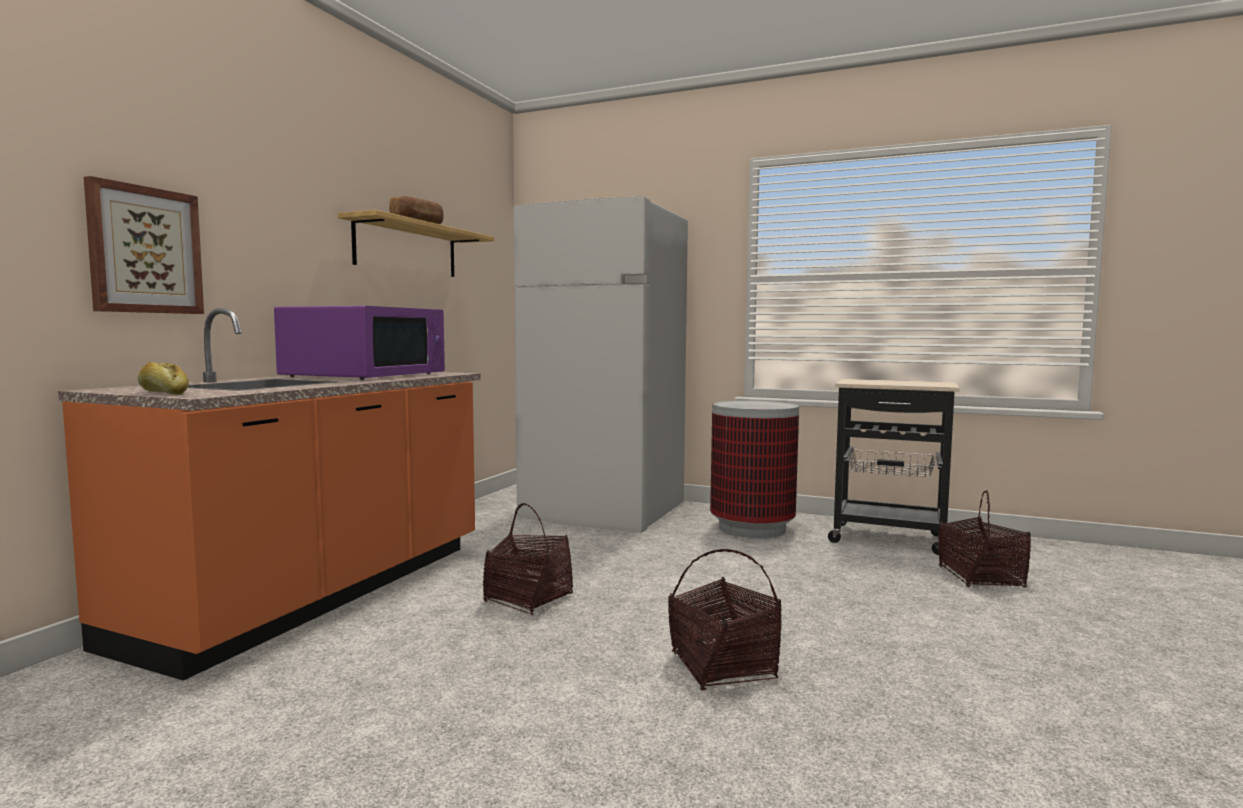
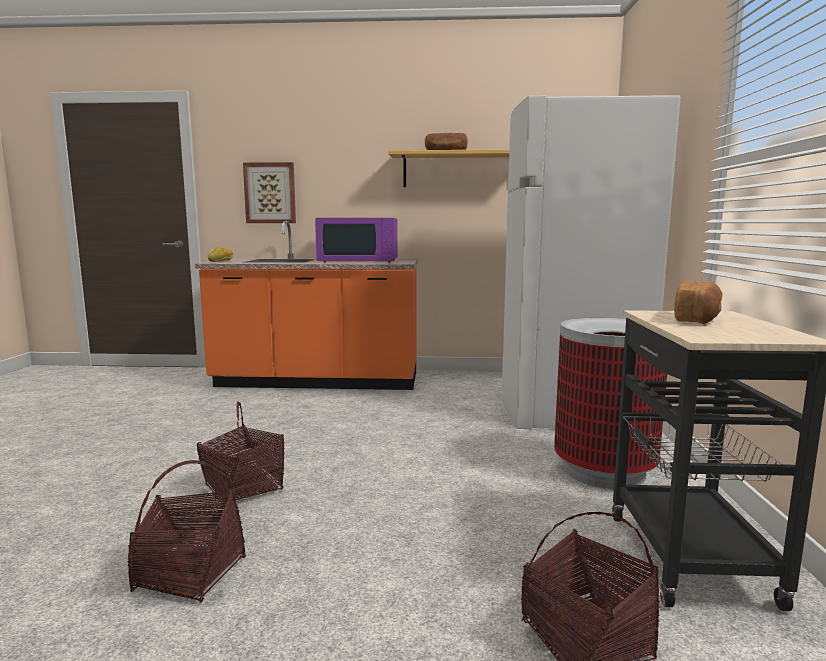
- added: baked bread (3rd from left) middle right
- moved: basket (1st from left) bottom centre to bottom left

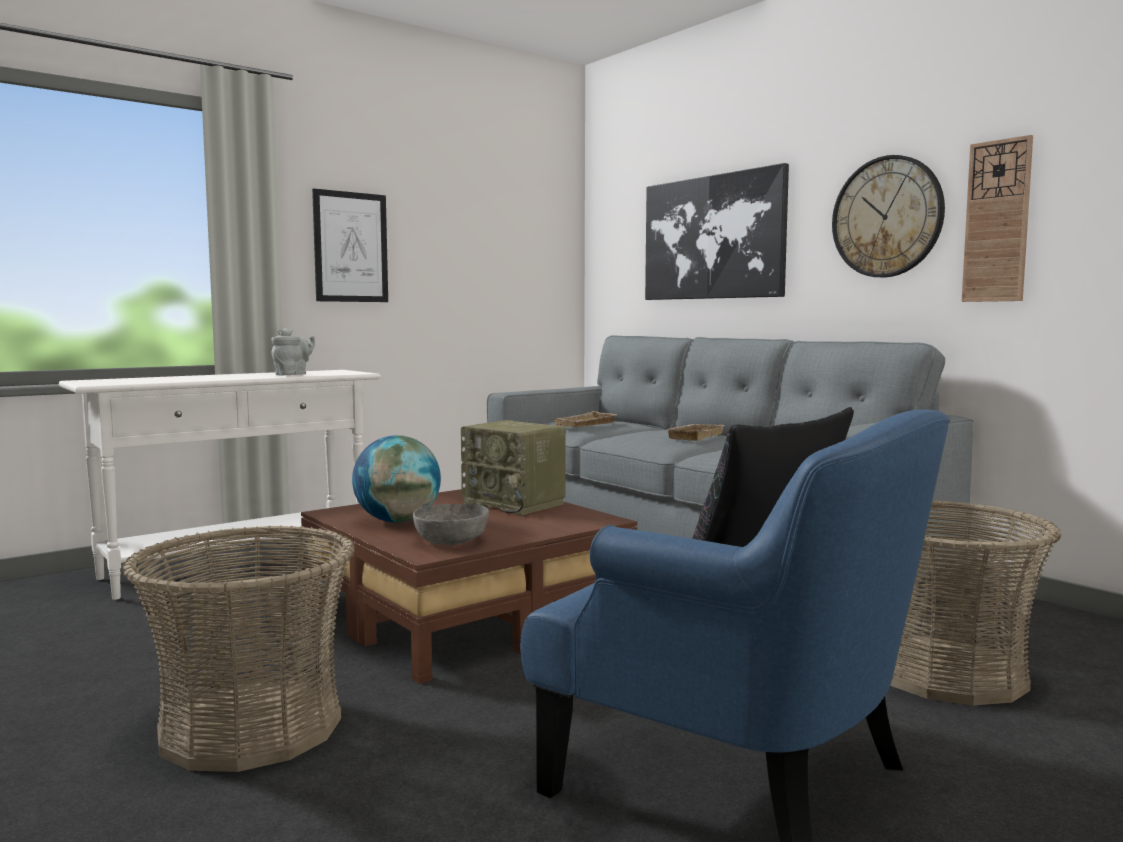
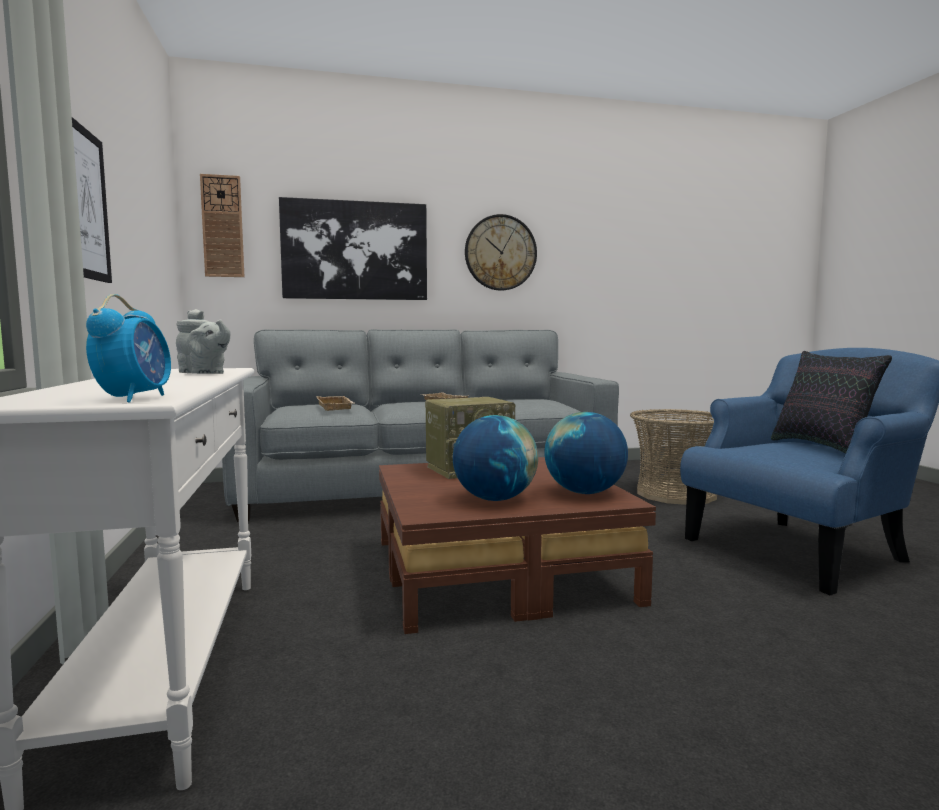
- removed: basket (1st from left) bottom left
- added: alarm clock middle left
- moved: hanging clock (2nd from left in the first image) top right to hanging clock (1st from left) top left
- replaced: gray serving bowl centre to globe (2nd from left) centre
- turned: gray teapot middle left = middle left 150 degrees clockwise

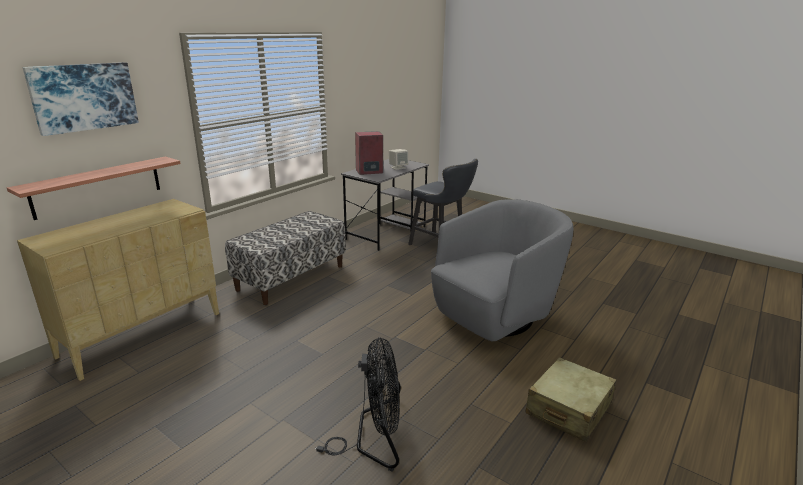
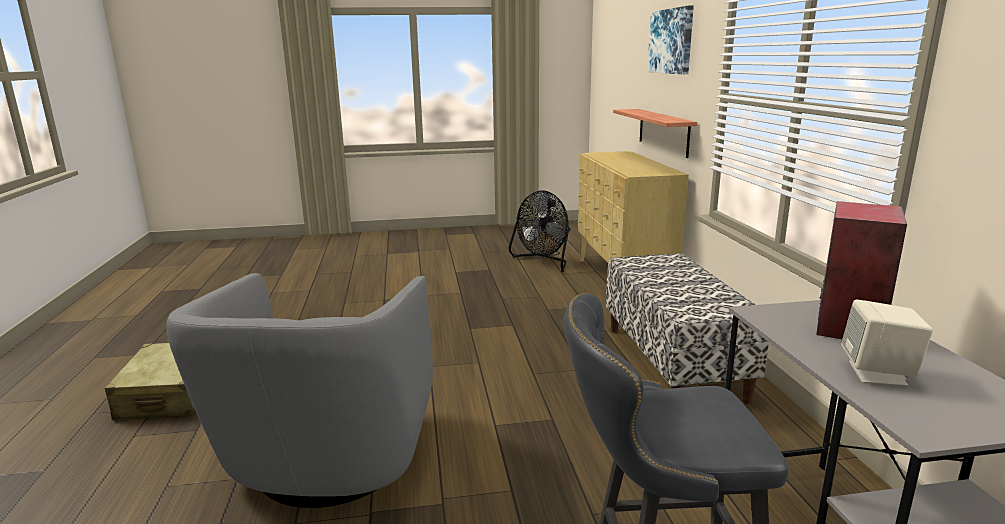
- moved: blackish fan bottom centre to centre

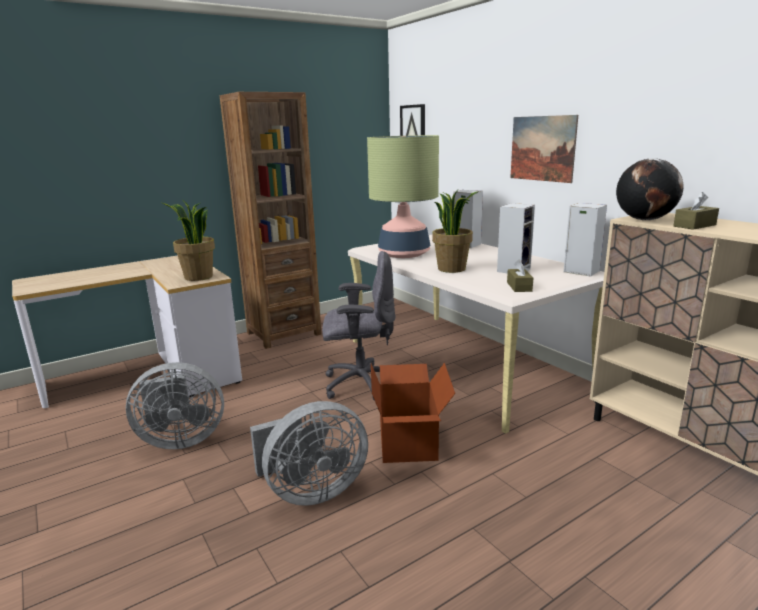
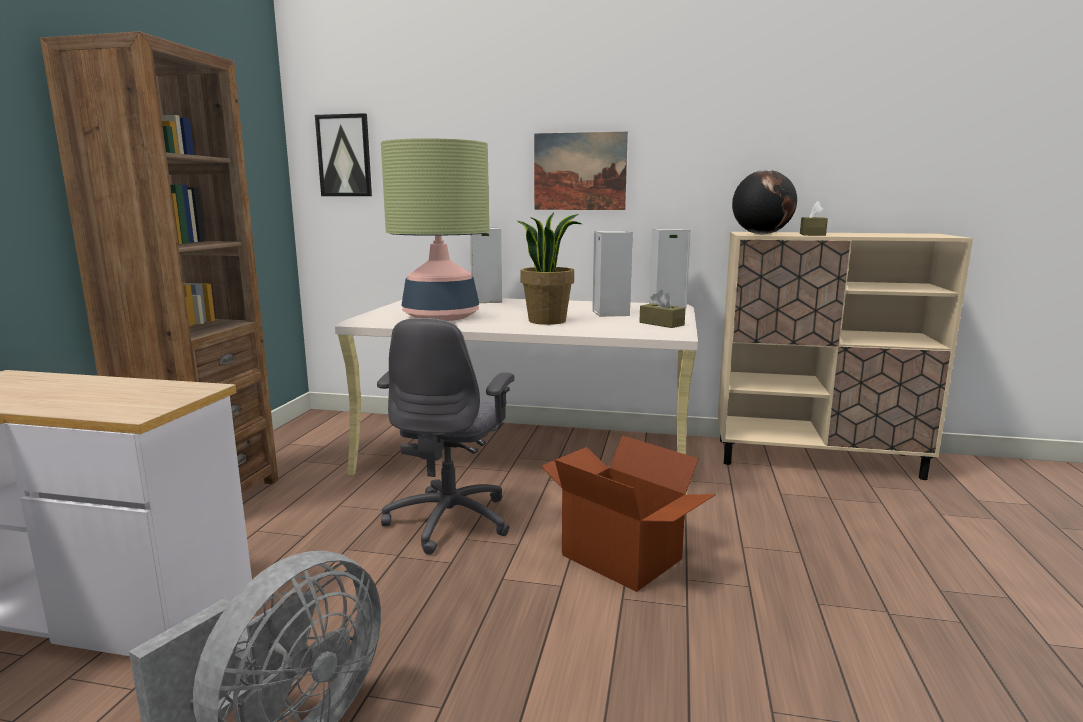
- removed: potted plant (1st from left) middle left
- removed: gray fan (2nd from left) bottom centre
- turned: gray desk chair centre = centre 150 degrees clockwise

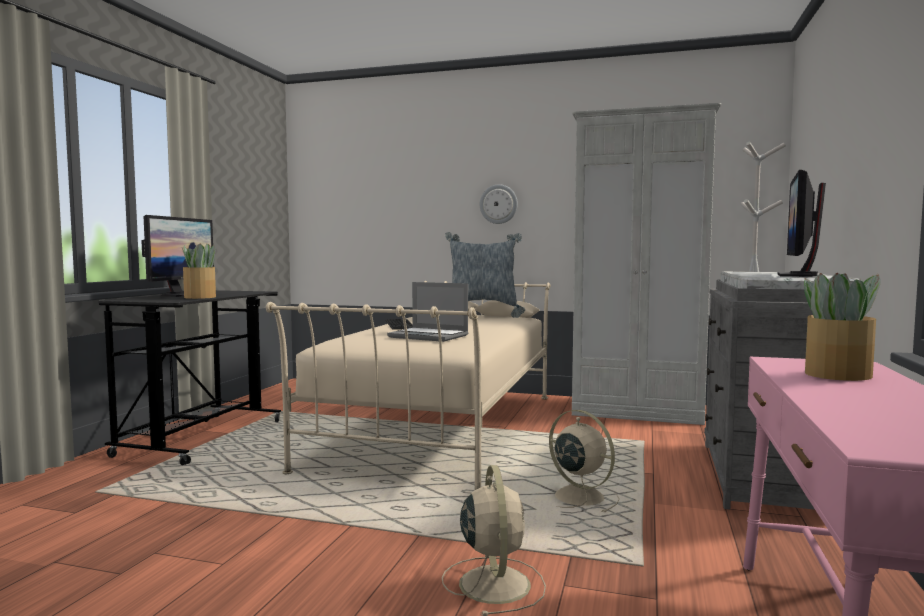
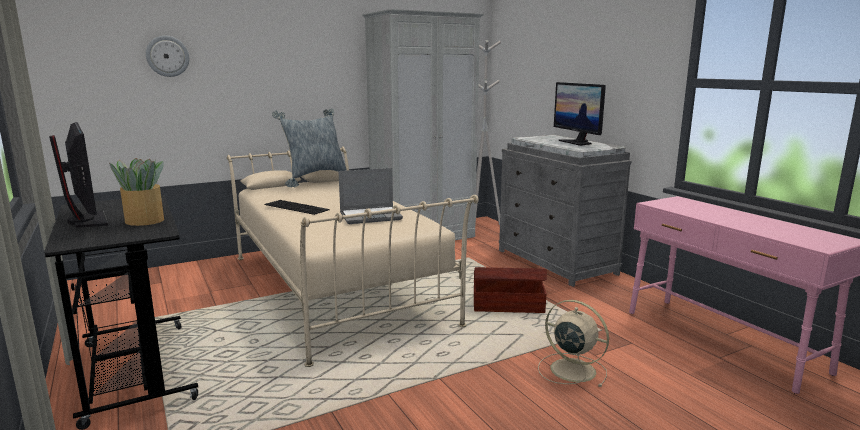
- removed: potted plant (2nd from left) middle right
- moved: hanging clock top centre to top left
- replaced: beige fan (2nd from left) bottom centre to brown-coloured storage container bottom centre

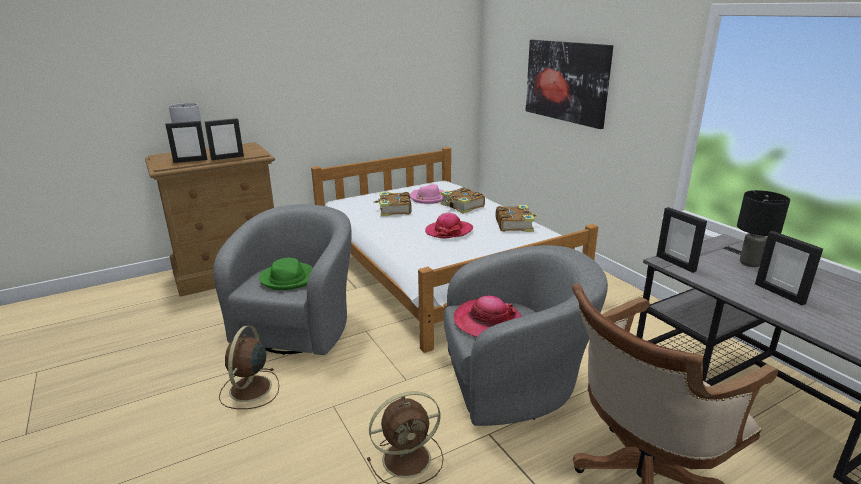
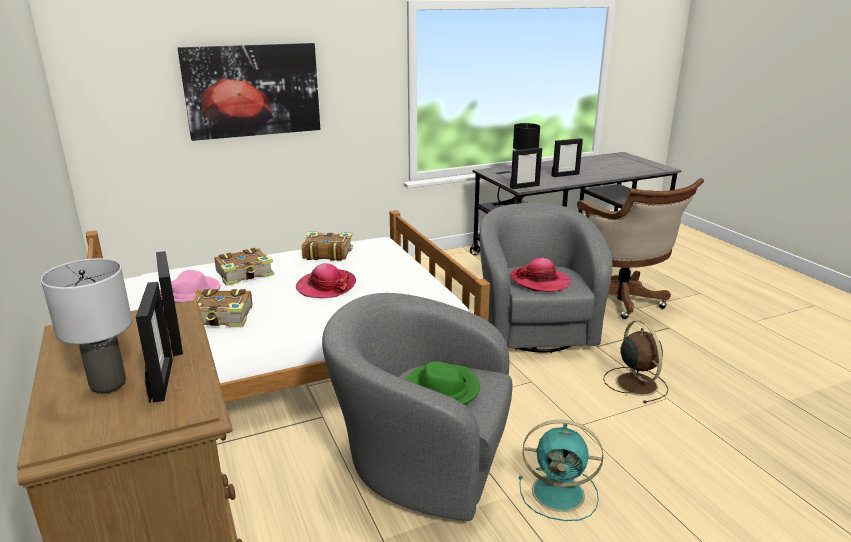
- recoloured: brown-coloured fan (1st from left) bottom left to turquoise-coloured fan bottom centre

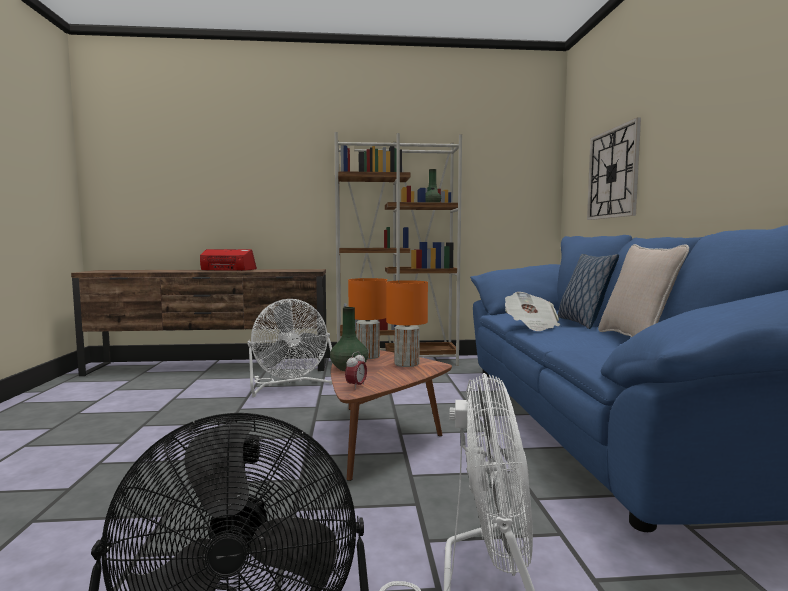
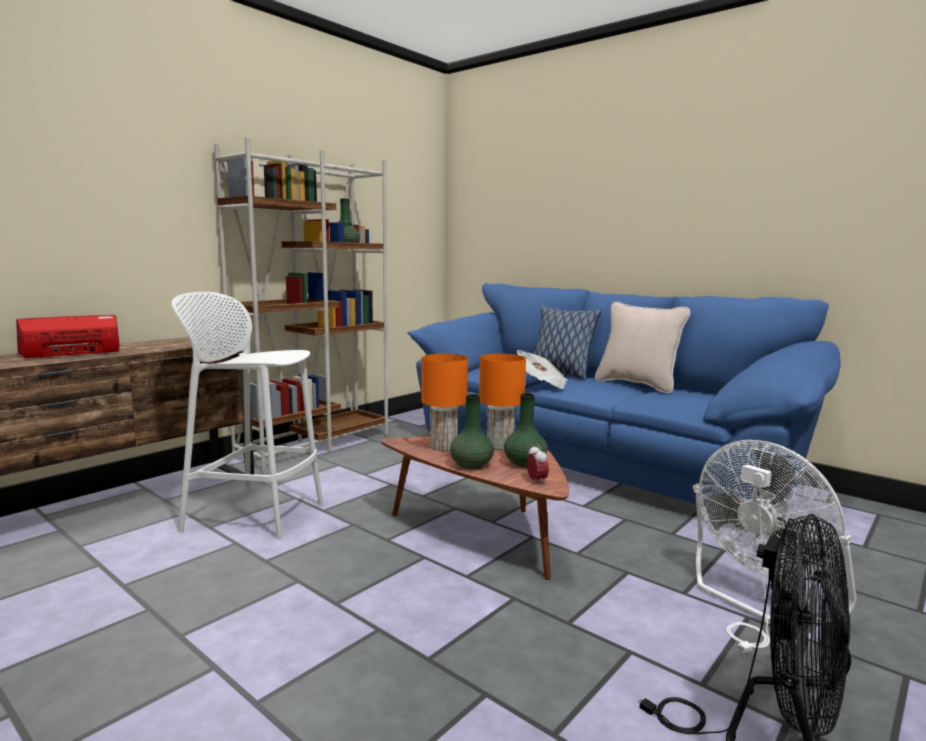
- removed: hanging clock top right
- added: green-coloured vase (3rd from left) centre
- replaced: white-coloured fan (1st from left) centre to white-coloured sitting stool middle left

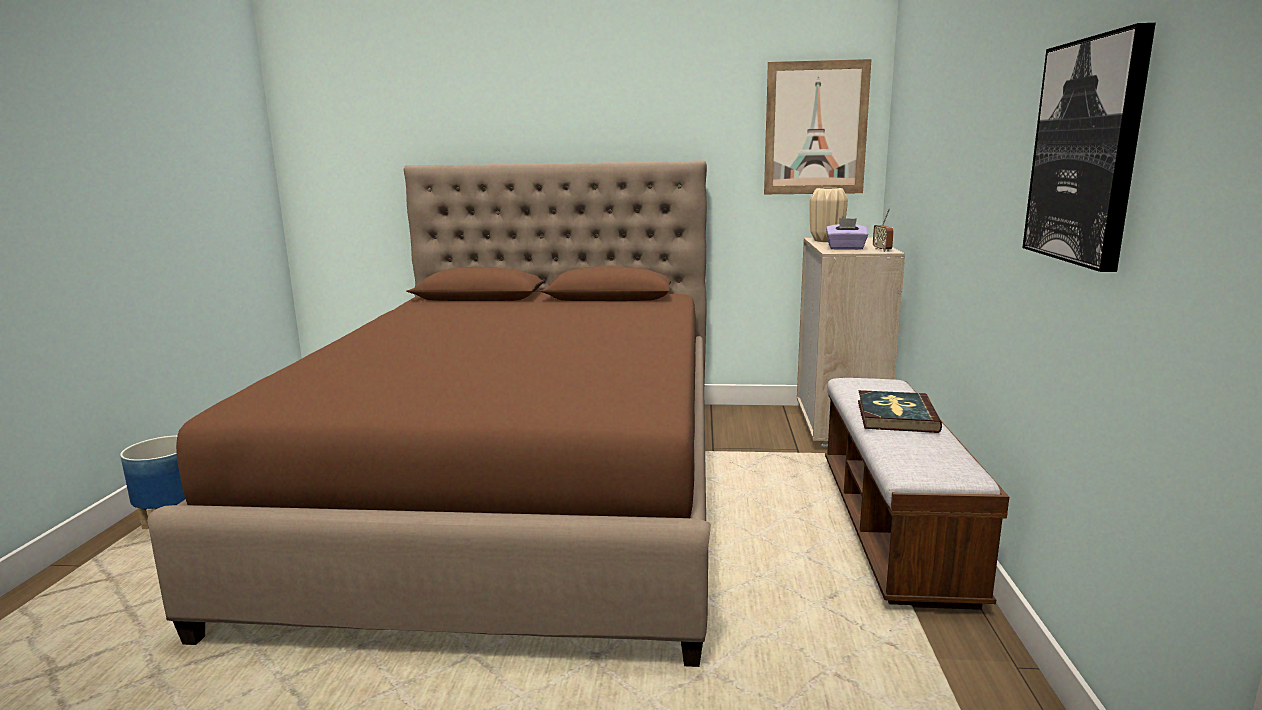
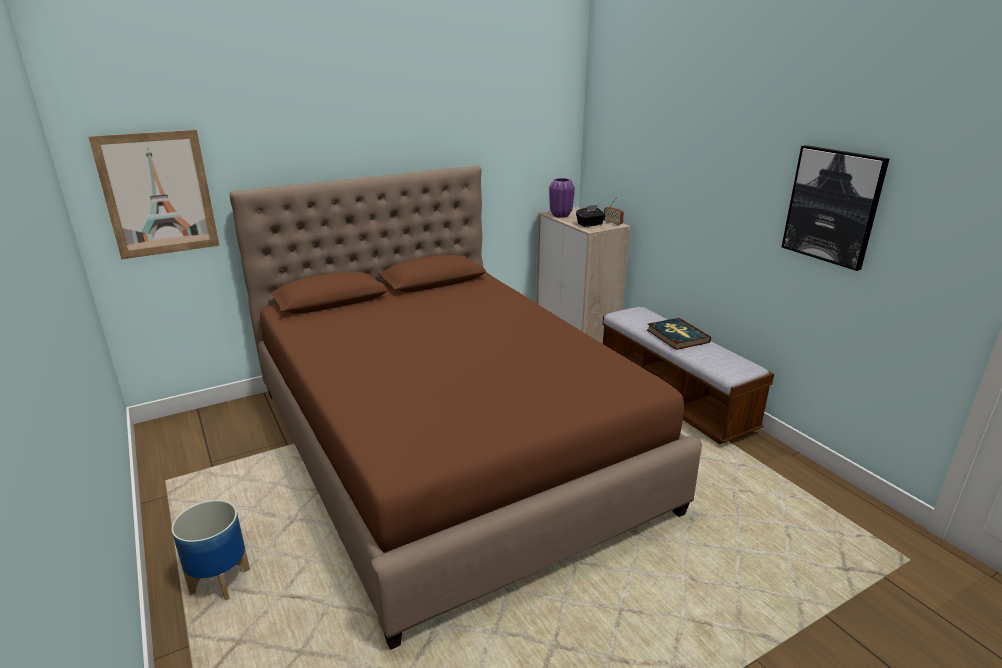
- moved: wall art (1st from left) top centre to top left
- recoloured: beige vase top centre to purple-coloured vase top centre
- recoloured: purple-coloured tissue box top right to blackish tissue box top centre

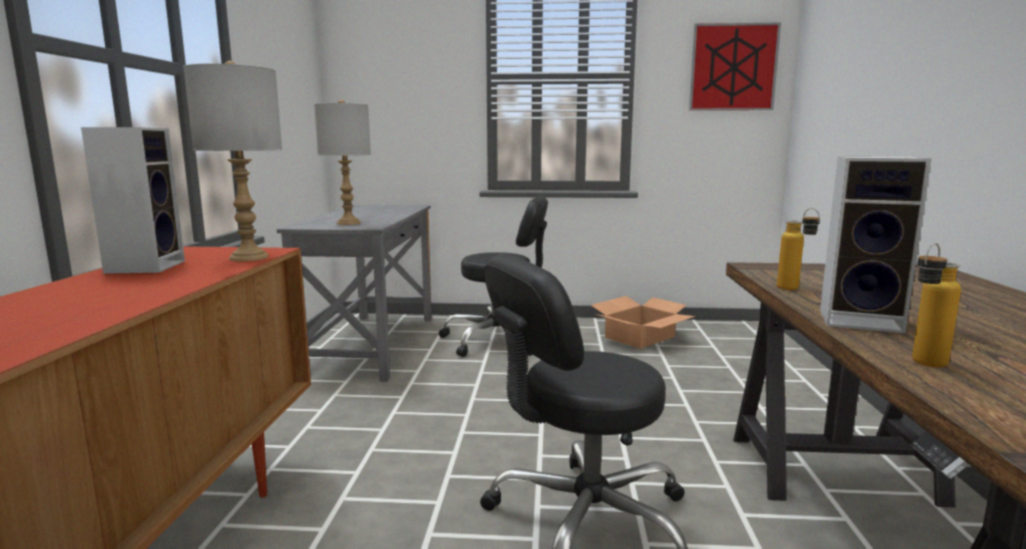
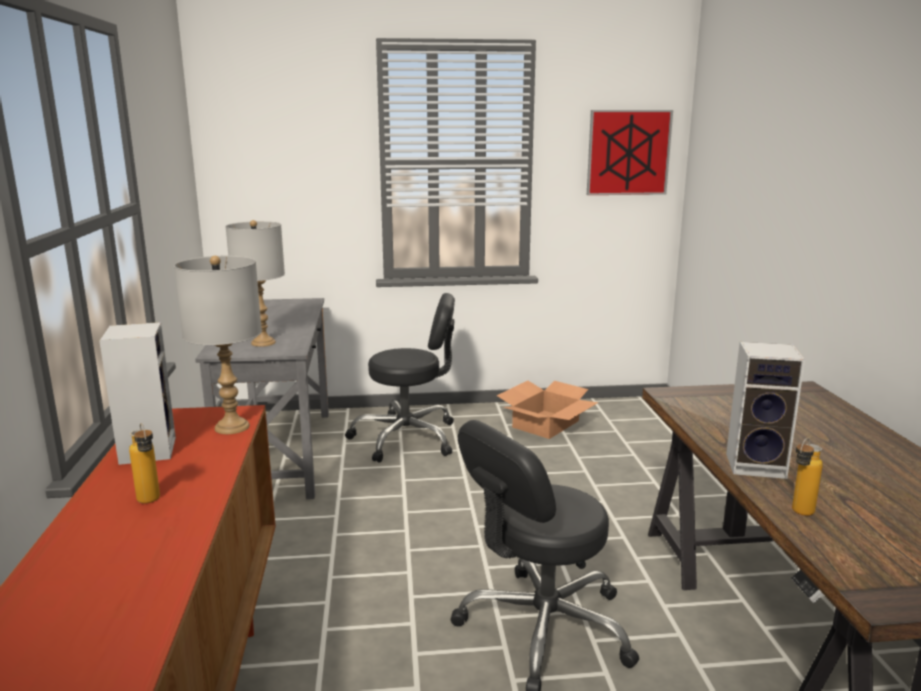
- moved: bottle (1st from left) middle right to bottom left

